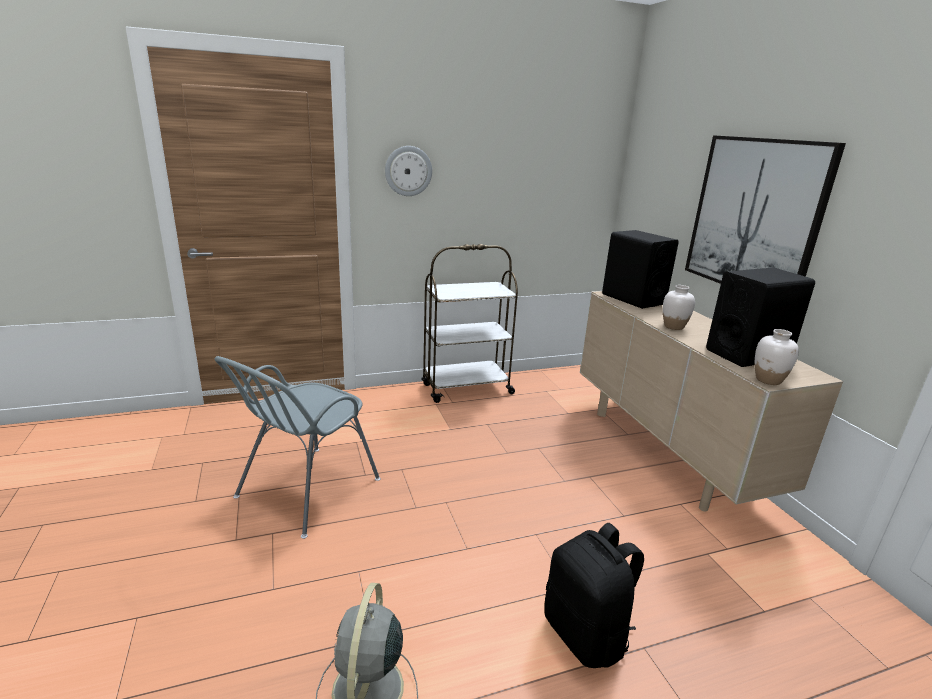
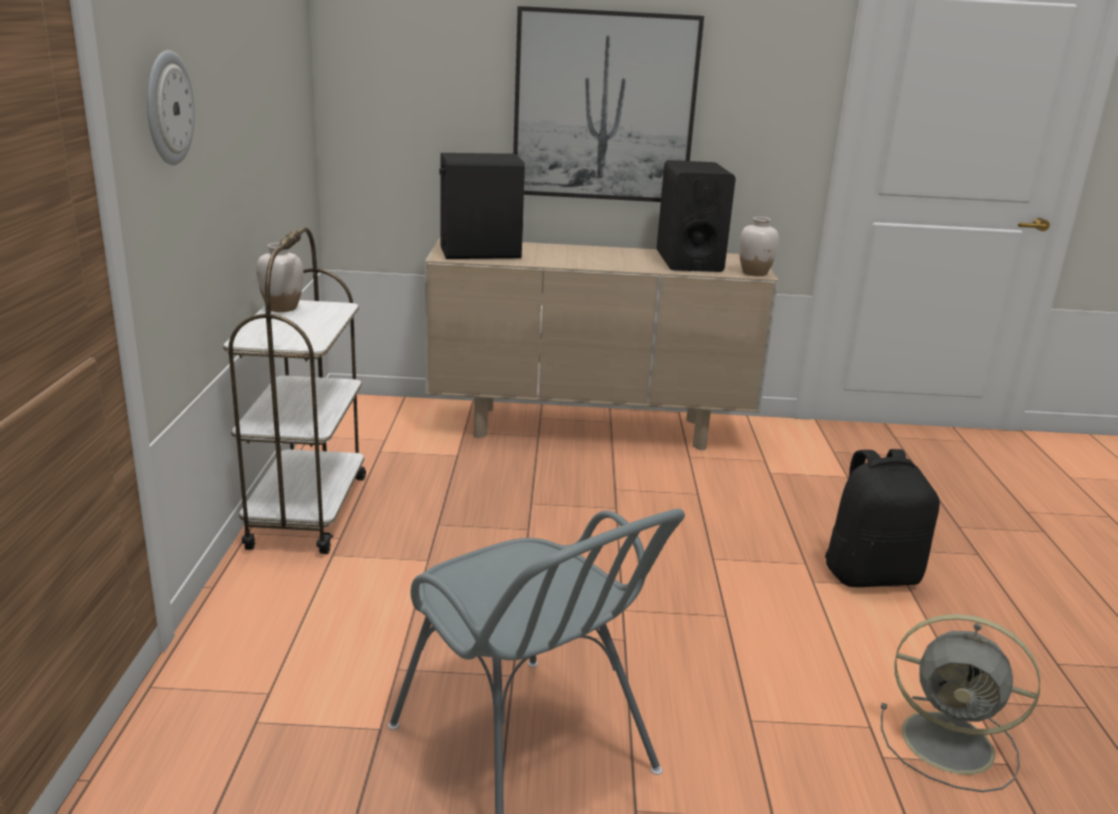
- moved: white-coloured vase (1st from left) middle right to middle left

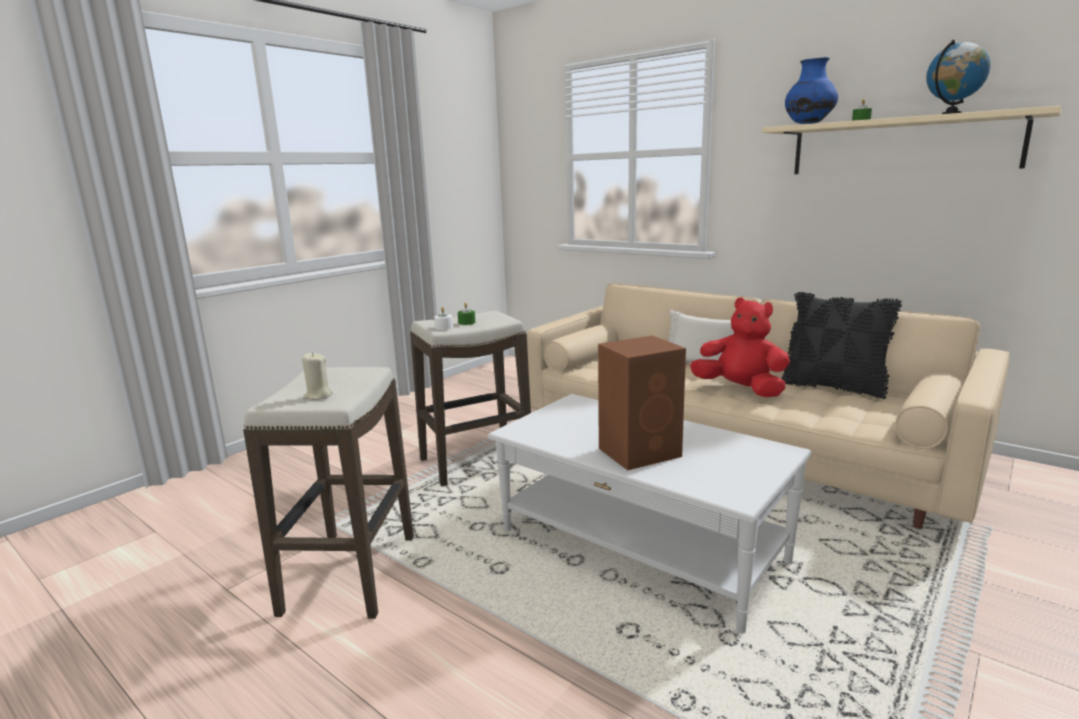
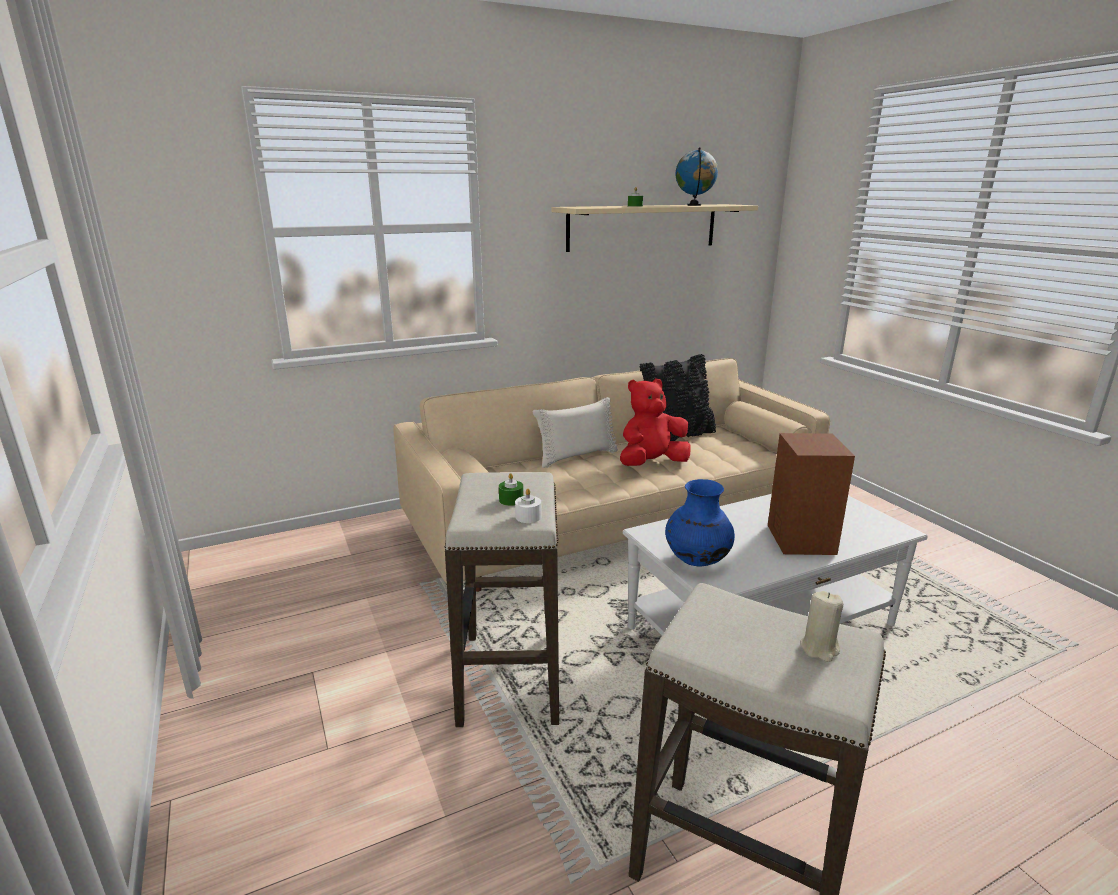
- moved: blue vase top right to centre

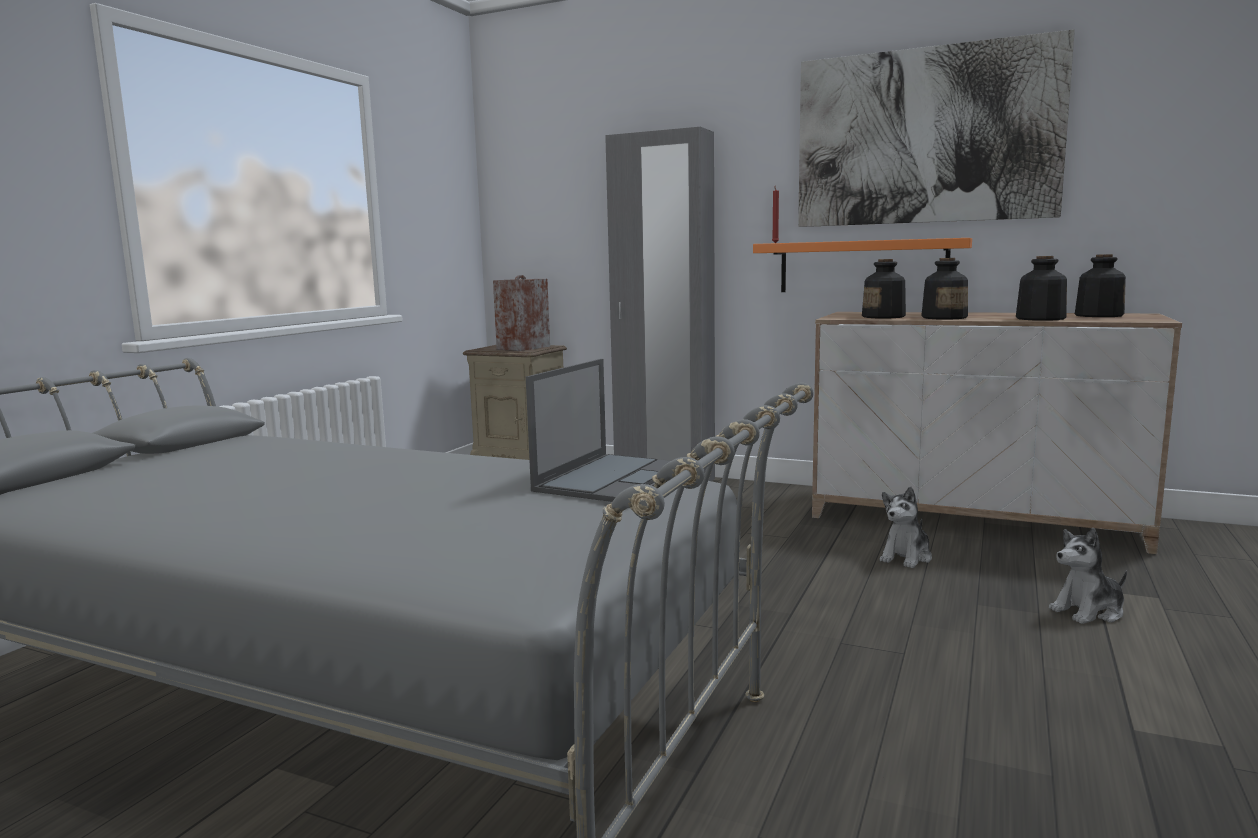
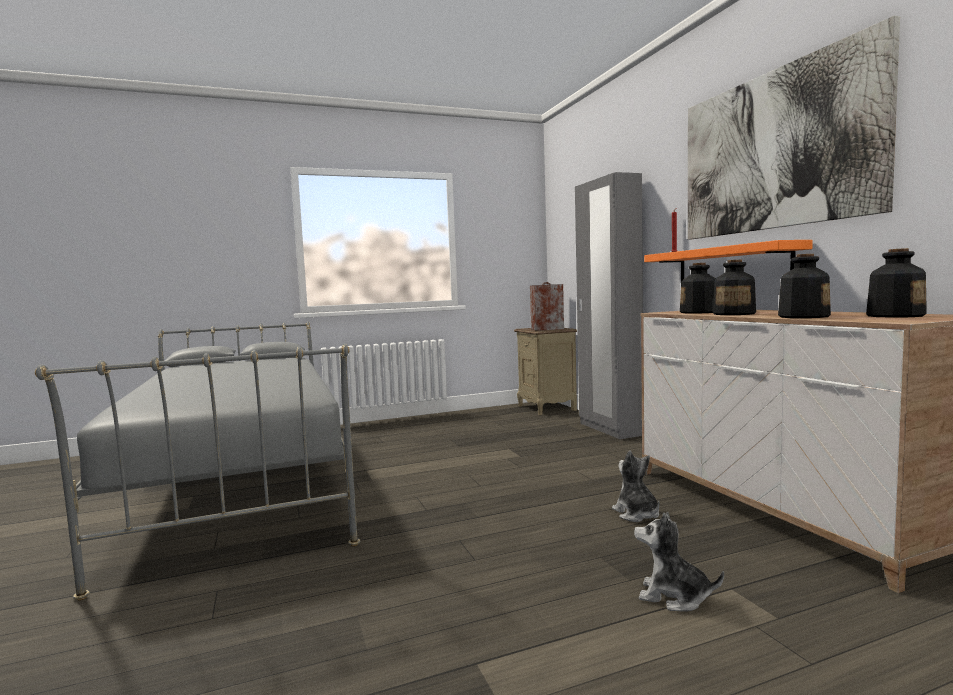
- removed: laptop centre
- turned: cuddly toy (1st from left) middle right = bottom right 75 degrees clockwise

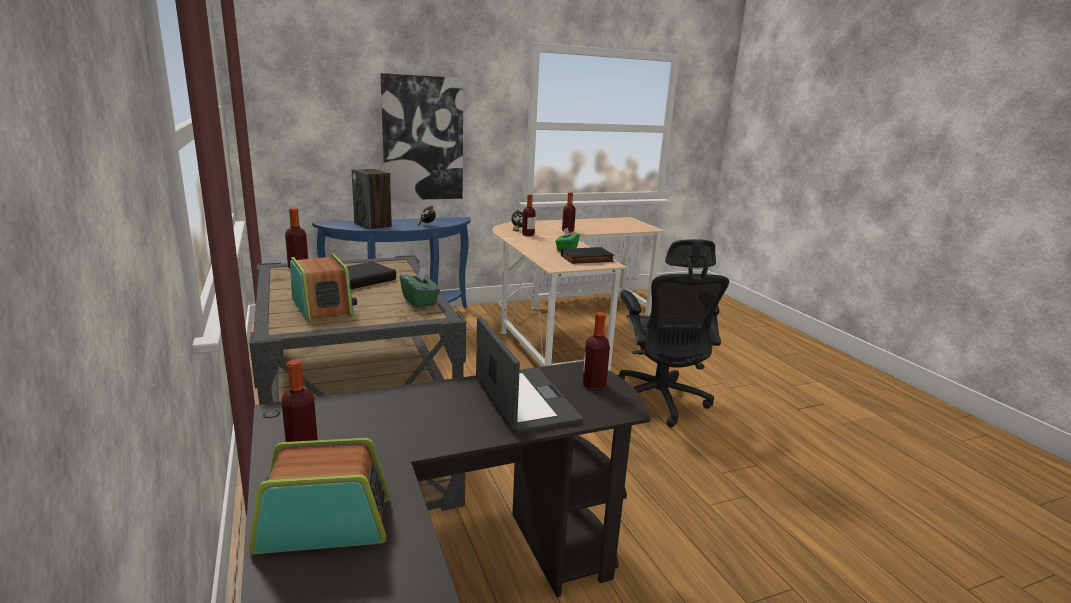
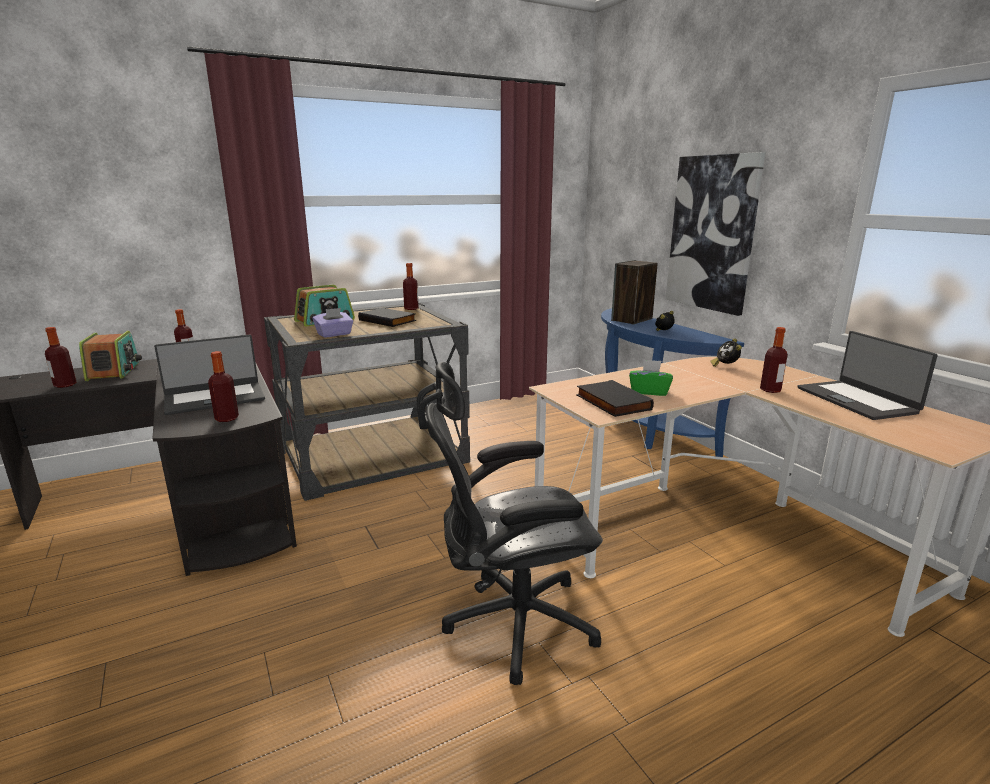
- added: laptop (2nd from left) middle right
- moved: bottle (3rd from left in the first image) centre to bottle (1st from left) middle left
- recoloured: green-coloured tissue box (1st from left) centre to purple-coloured tissue box centre

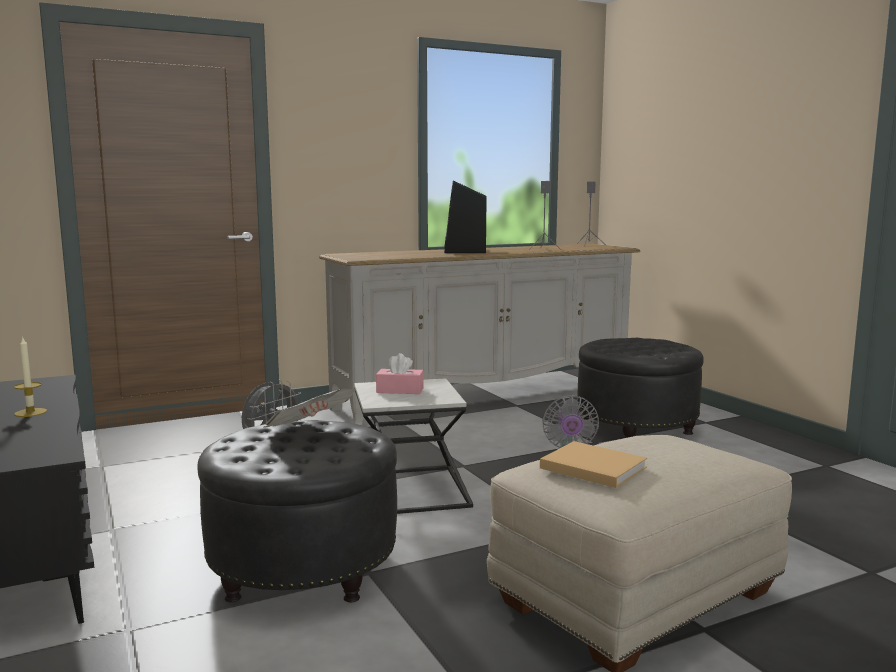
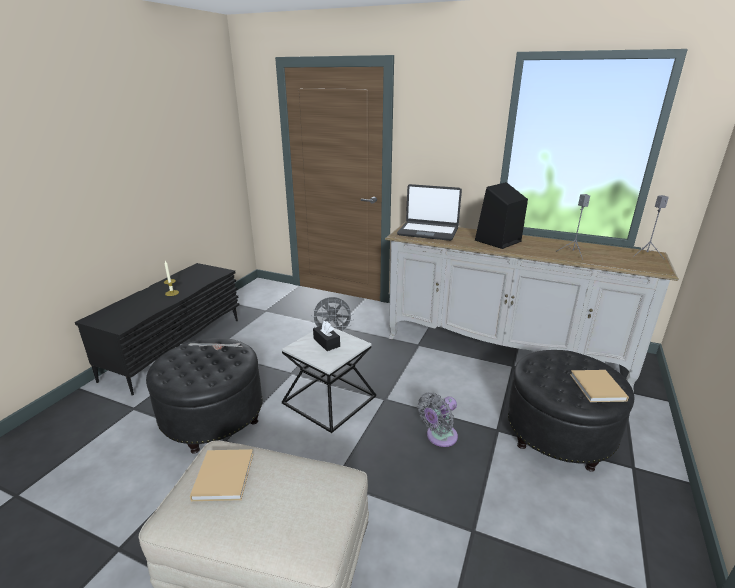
- added: laptop centre
- added: beige book (2nd from left) middle right
- recoloured: pinkish tissue box centre to blackish tissue box centre

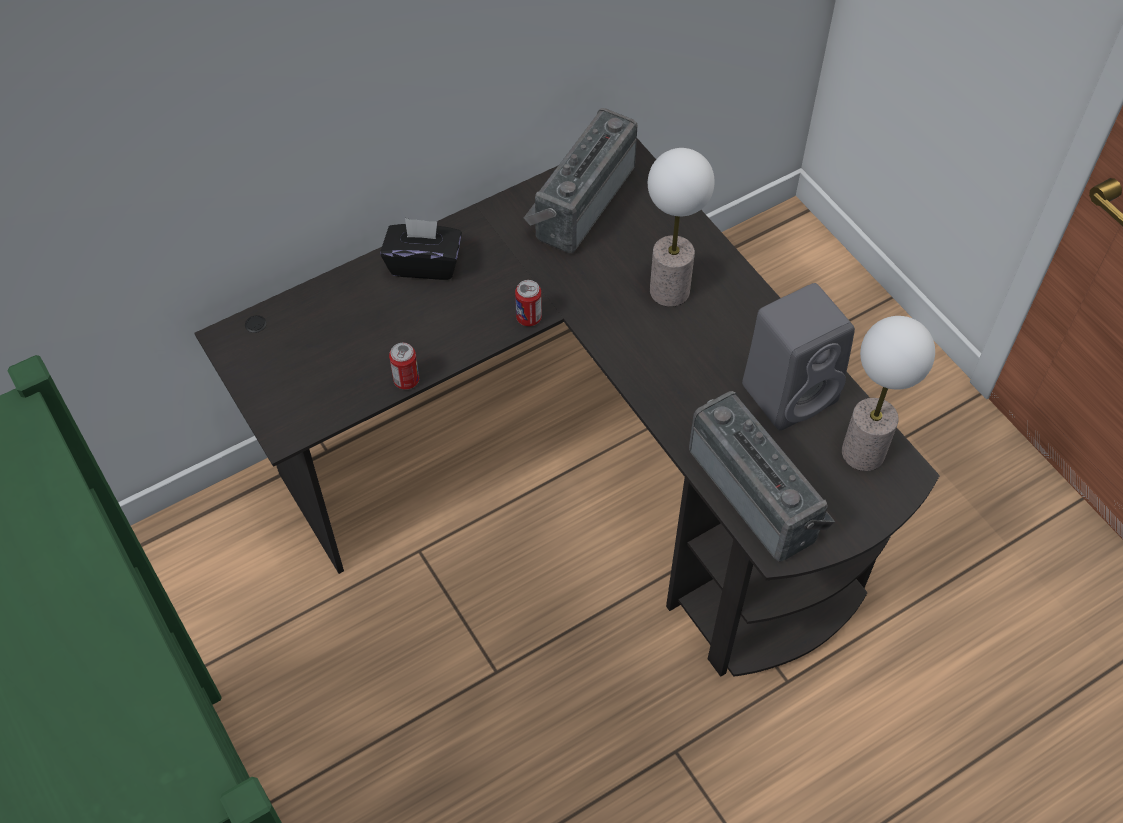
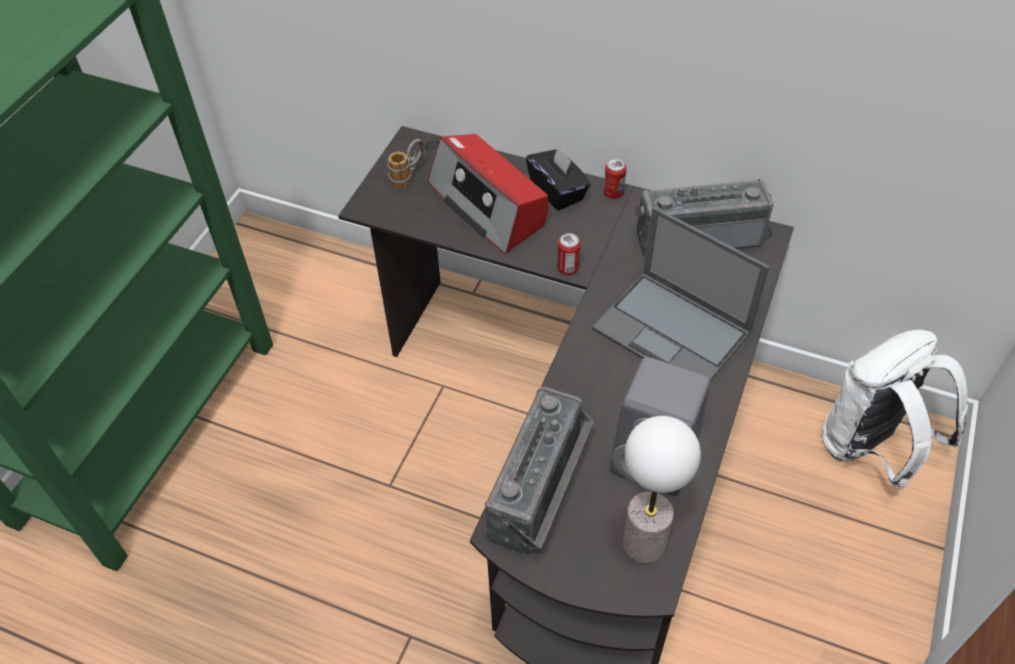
- added: tea mug top centre
- added: radio (1st from left) top centre
- added: white-coloured knapsack middle right
- moved: sealed can (1st from left in the first image) centre to sealed can (2nd from left) top centre
- replaced: table lamp (1st from left) top centre to laptop middle right

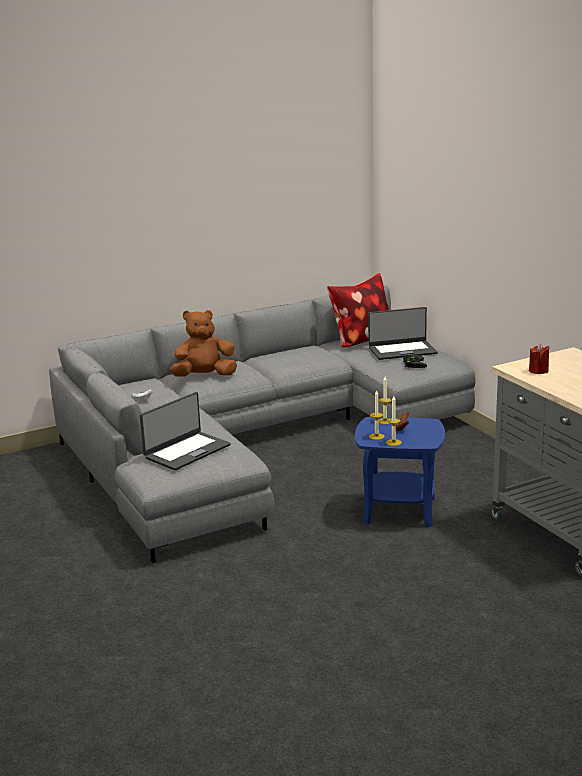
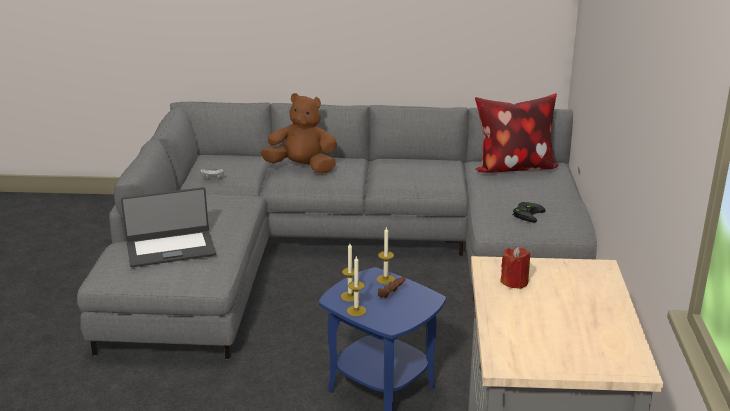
- removed: laptop (2nd from left) middle right

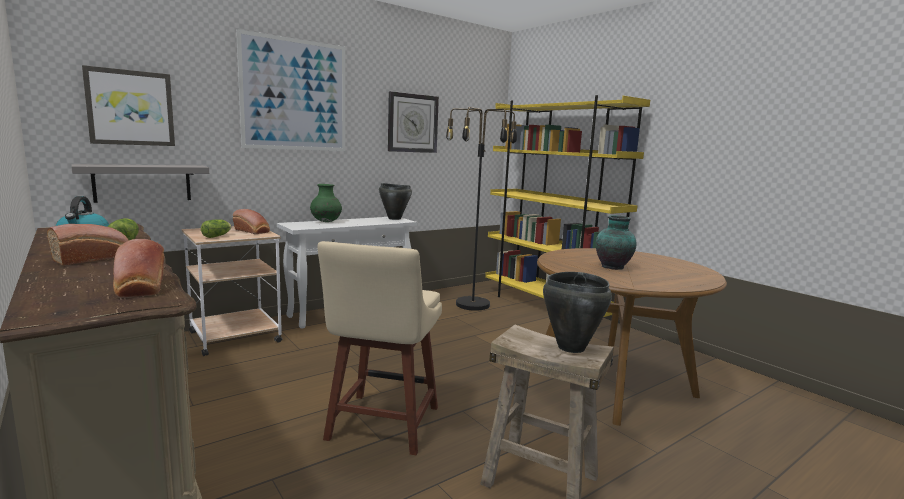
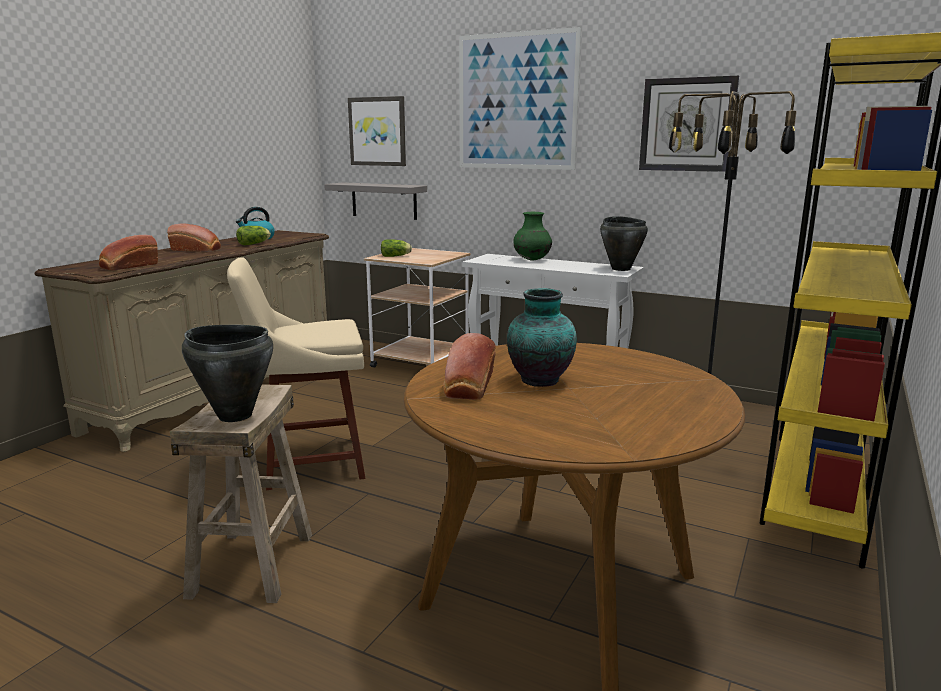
- moved: baked bread (3rd from left) middle left to centre

